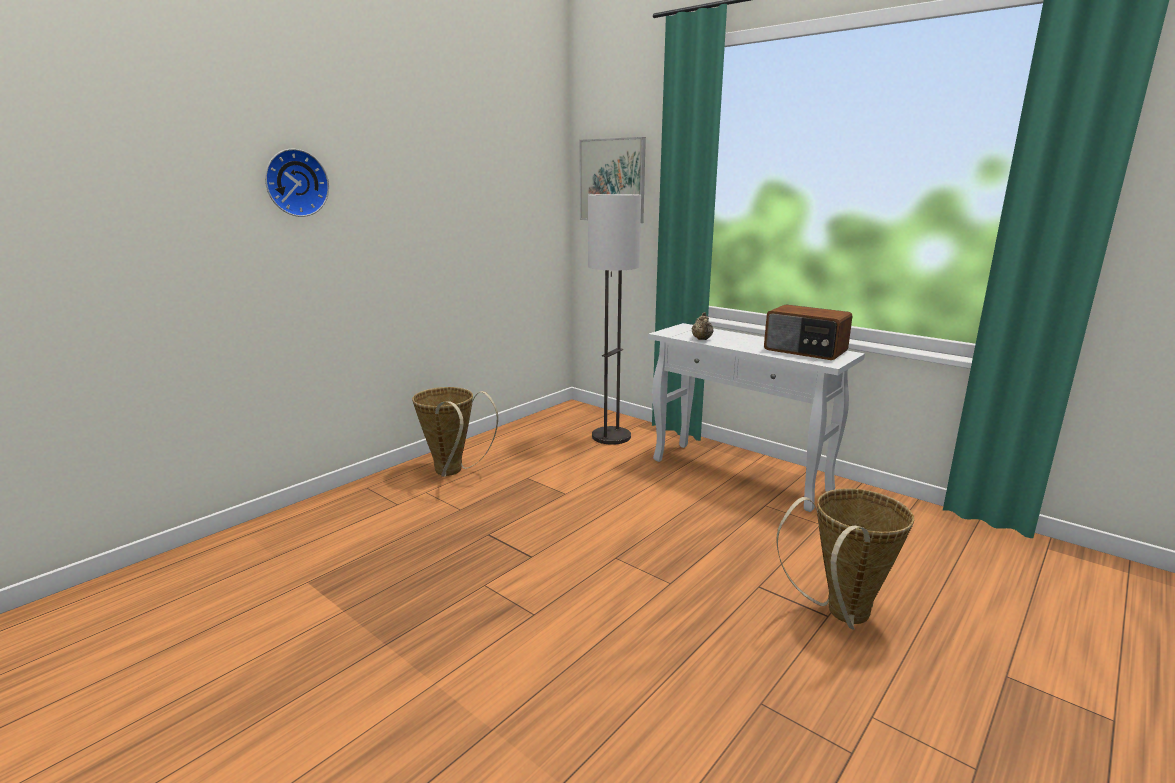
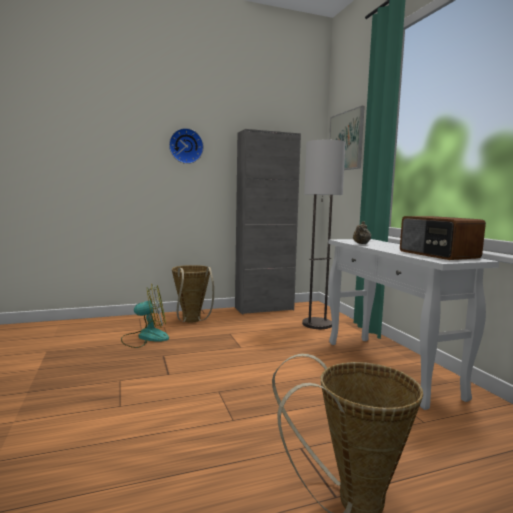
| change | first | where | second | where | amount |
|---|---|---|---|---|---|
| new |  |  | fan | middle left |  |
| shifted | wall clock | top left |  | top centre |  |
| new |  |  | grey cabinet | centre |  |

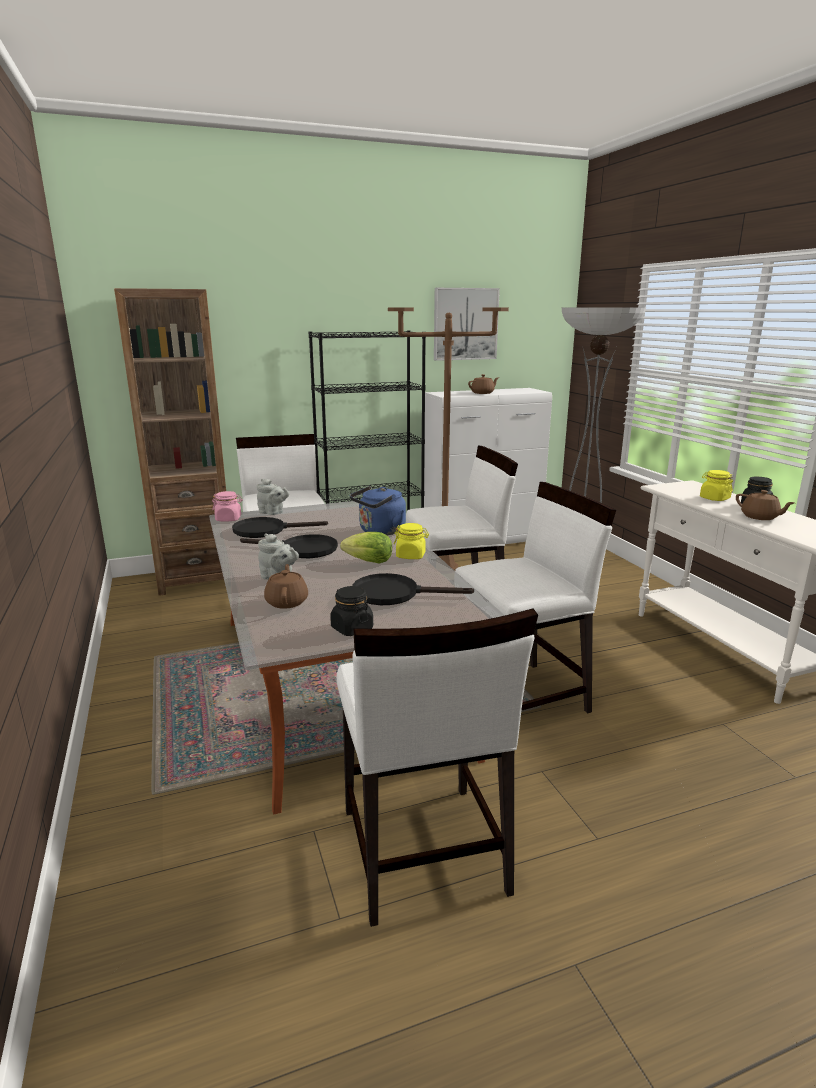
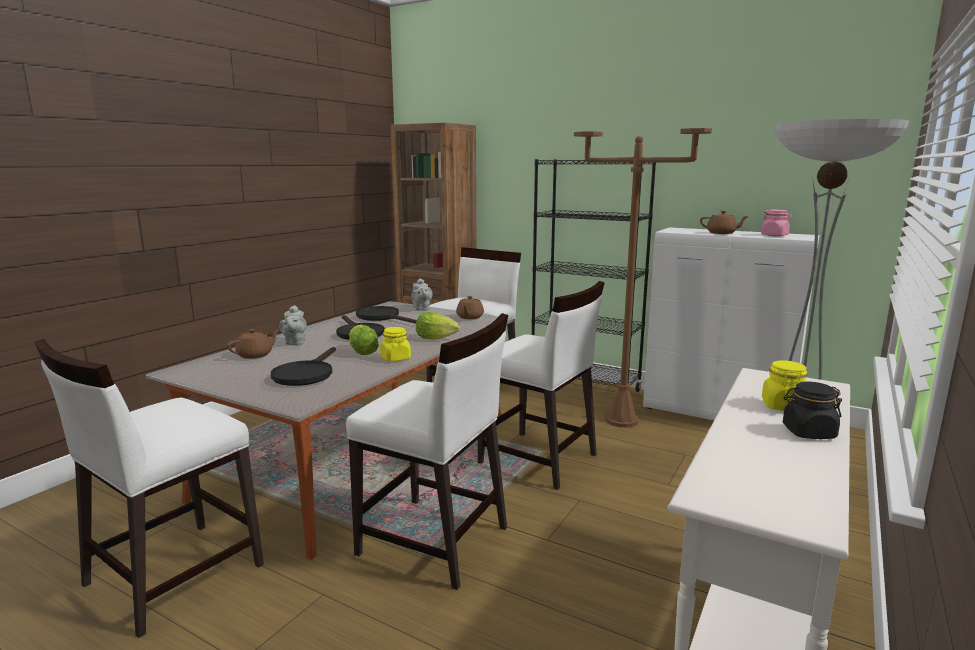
| change | first | where | second | where | amount |
|---|---|---|---|---|---|
| rotated | black frying pan (no. 3 from left in the first image) | centre | black frying pan (no. 1 from left) | middle left | 135 degrees counterclockwise |
| swapped | blue kettle | centre | lettuce (no. 2 from left) | centre |  |
| shifted | brown teapot (no. 3 from left in the first image) | middle right | brown teapot (no. 2 from left) | centre |  |
| shifted | pink jar | middle left |  | middle right |  |
| gone | black jar (no. 1 from left) | centre |  |  |  |
| gone | picture | top centre |  |  |  |

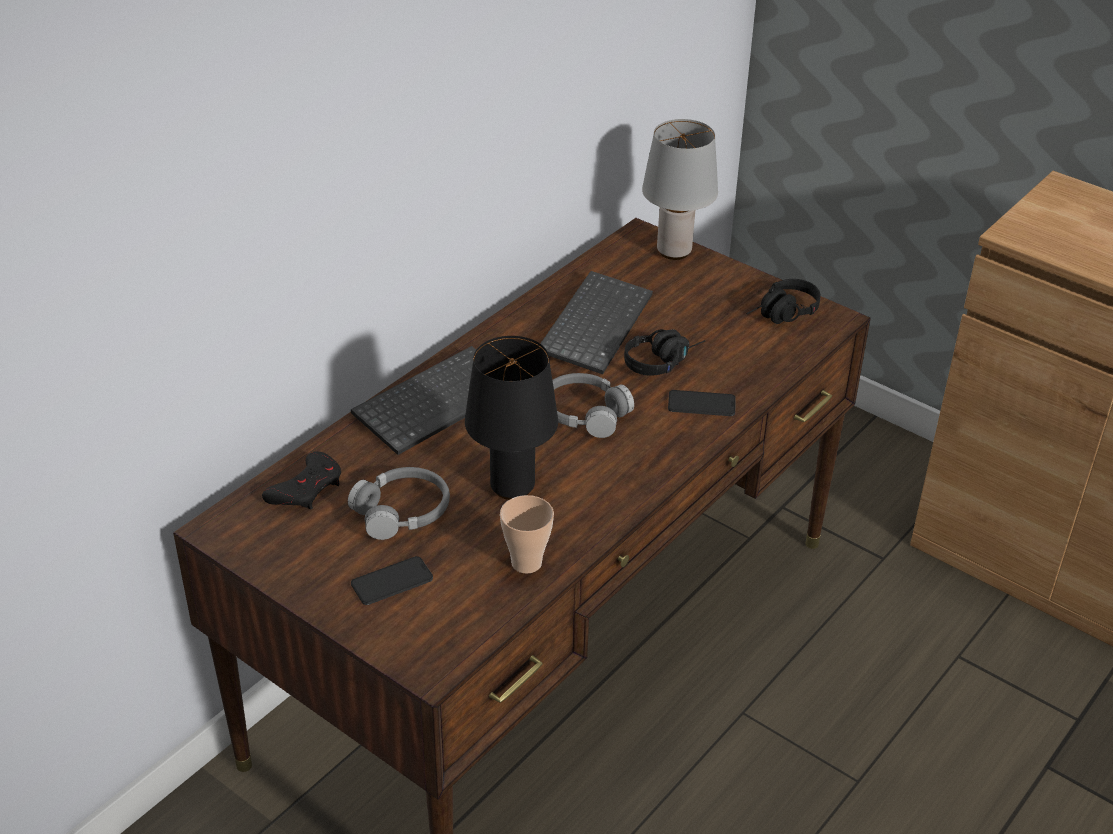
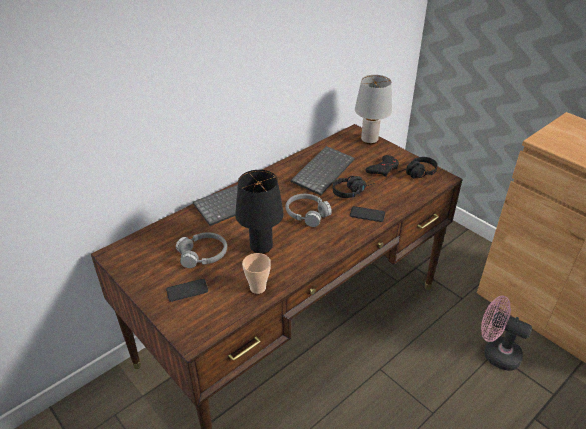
| change | first | where | second | where | amount |
|---|---|---|---|---|---|
| shifted | black game controller | middle left |  | centre |  |
| new |  |  | pink fan | bottom right |  |

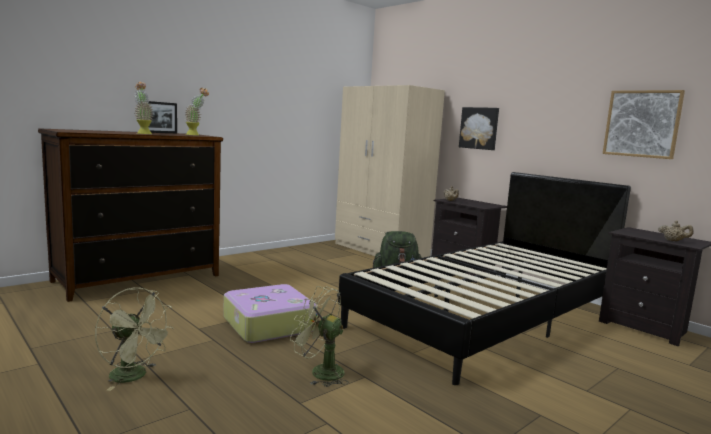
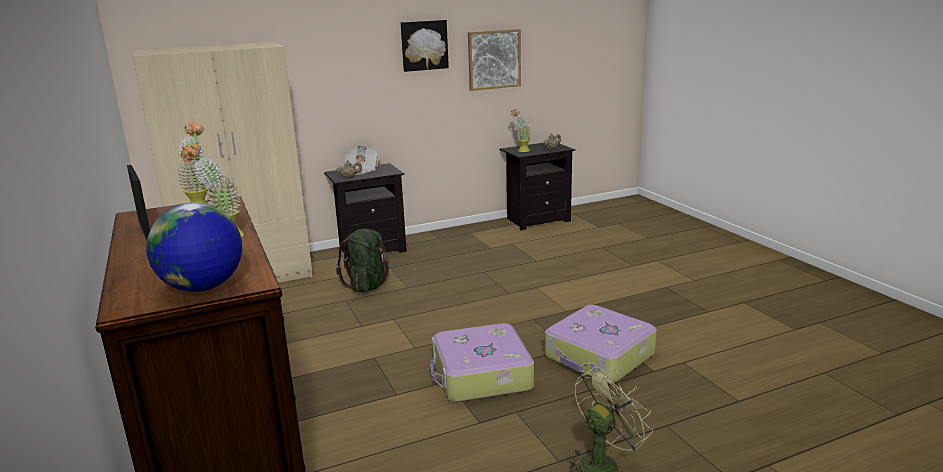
| change | first | where | second | where | amount |
|---|---|---|---|---|---|
| new |  |  | globe | middle left |  |
| new |  |  | newspaper | centre |  |
| shifted | picture (no. 1 from left) | top right |  | top centre |  |
| new |  |  | potted plant (no. 3 from left) | top centre |  |
| swapped | green fan (no. 2 from left) | bottom centre | suitcase (no. 2 from left) | bottom centre |  |
| gone | black bed | middle right |  |  |  |

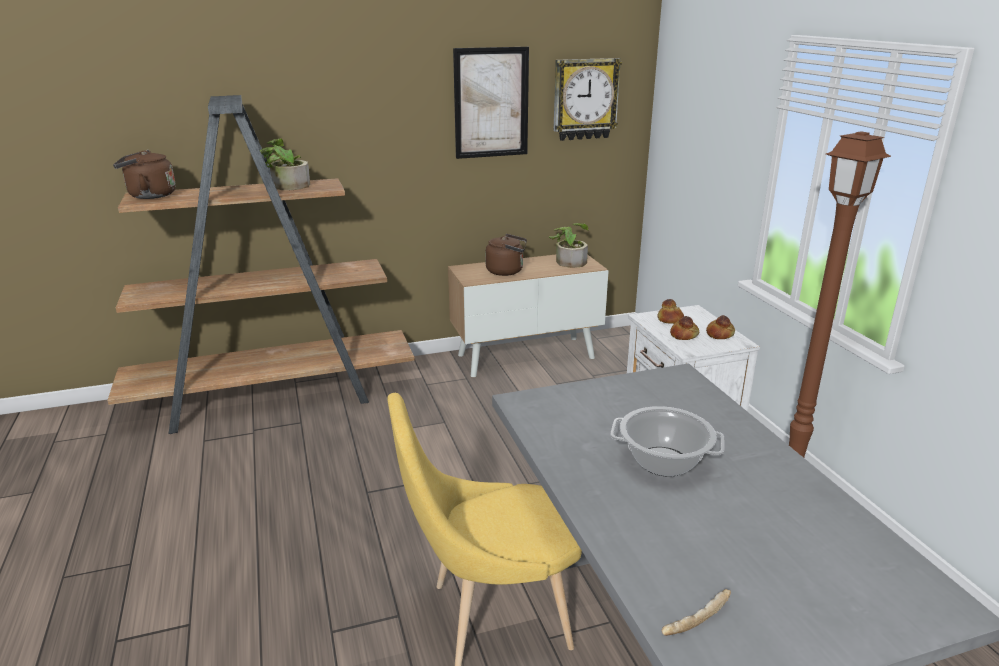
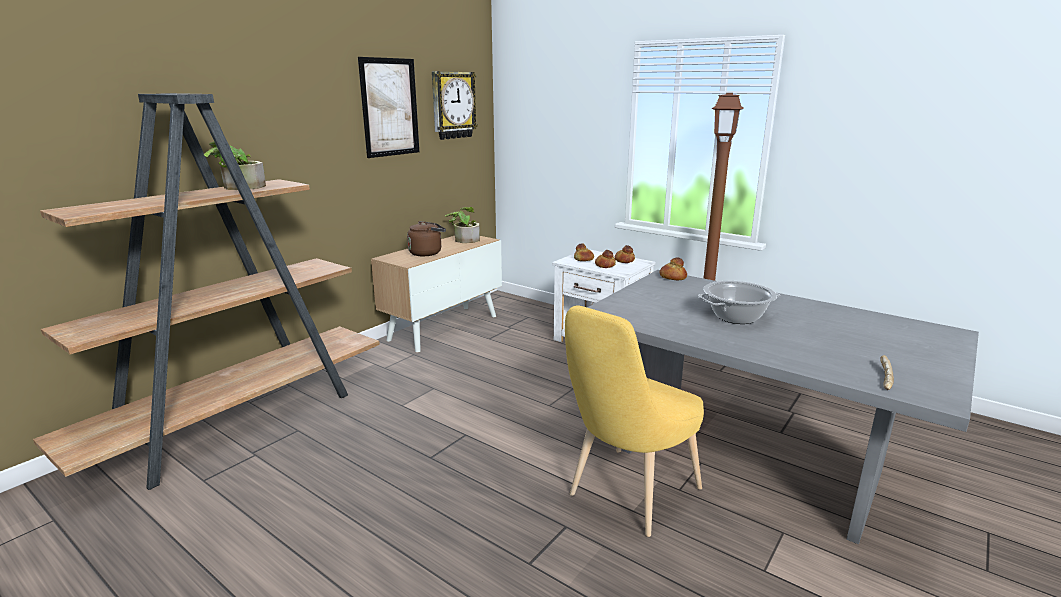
| change | first | where | second | where | amount |
|---|---|---|---|---|---|
| new |  |  | bread (no. 4 from left) | centre |  |
| gone | brown kettle (no. 1 from left) | top left |  |  |  |

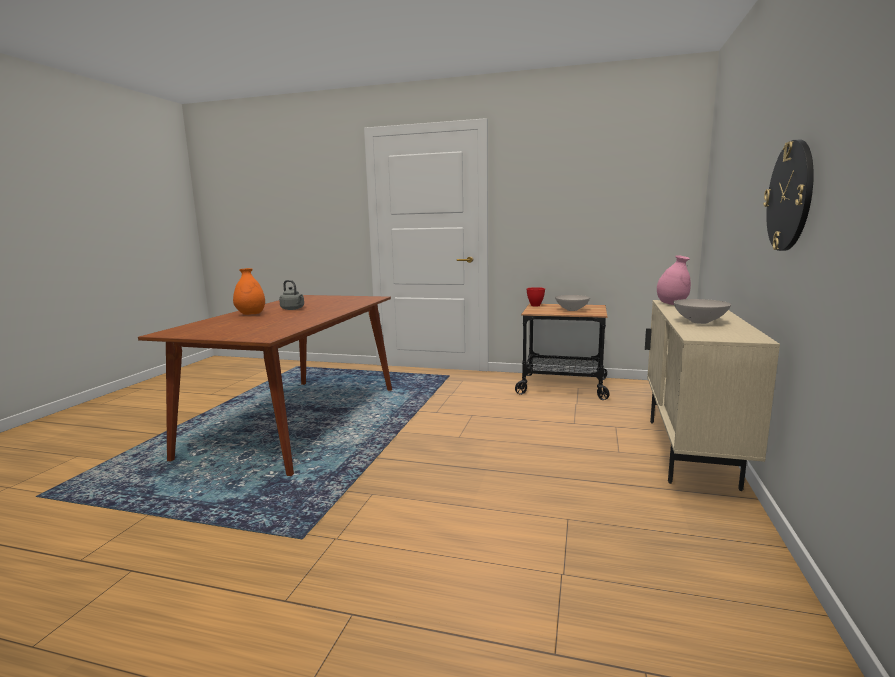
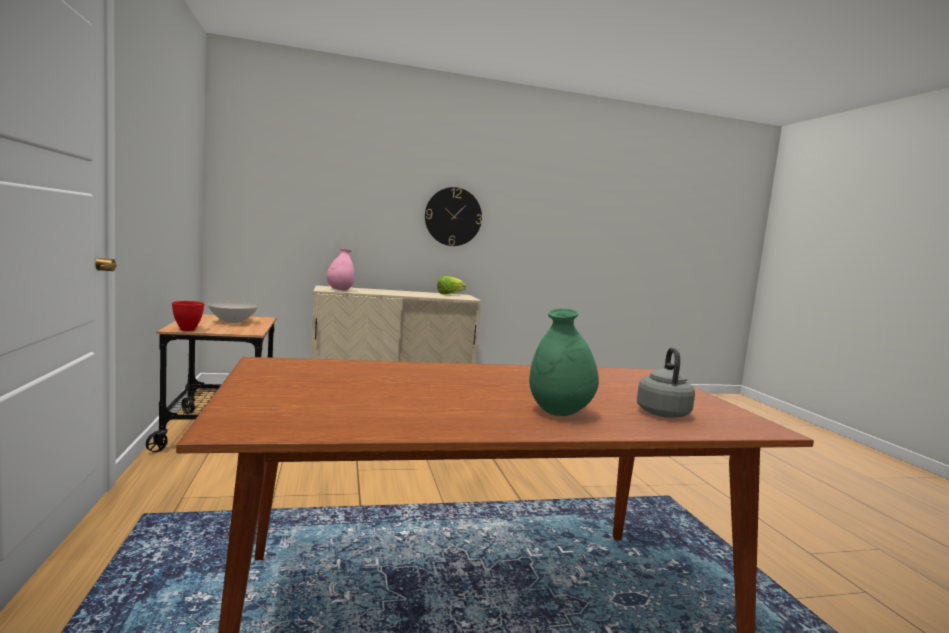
| change | first | where | second | where | amount |
|---|---|---|---|---|---|
| new |  |  | lettuce | centre |  |
| repainted | orange vase | middle left | green vase | centre |  |
| shifted | grey kettle | middle left |  | middle right |  |
| gone | white bowl (no. 2 from left) | middle right |  |  |  |

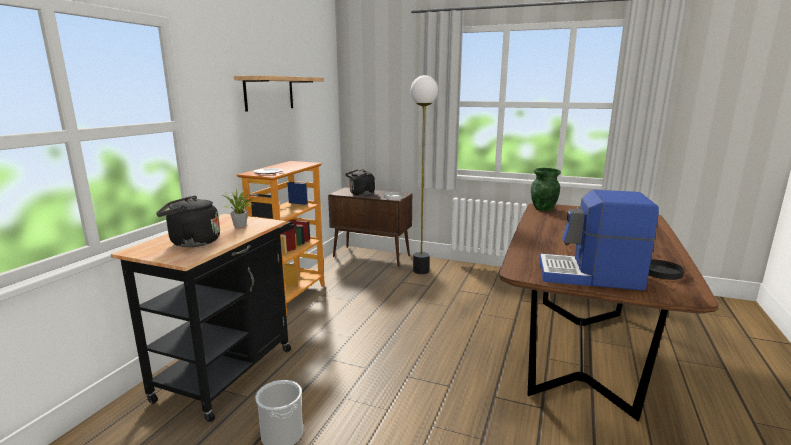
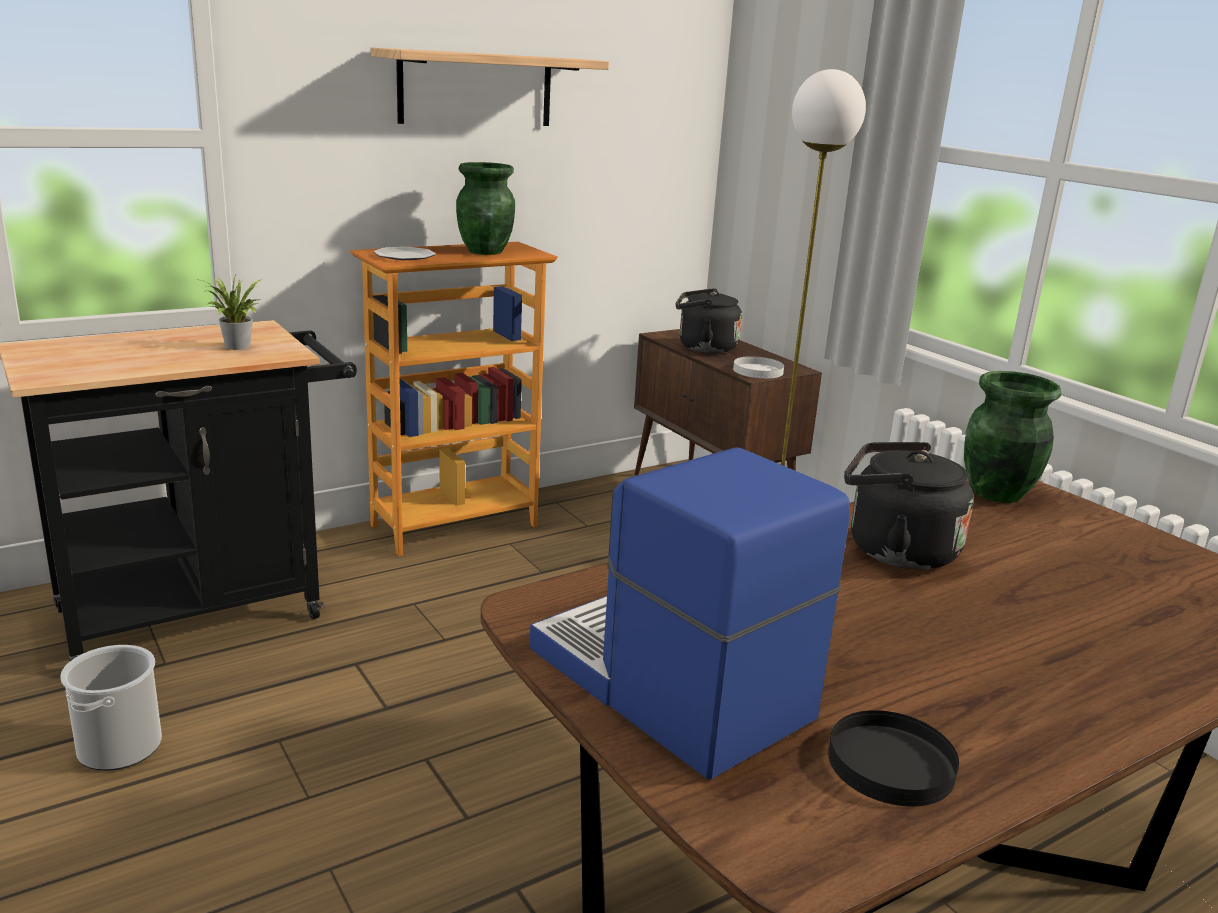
| change | first | where | second | where | amount |
|---|---|---|---|---|---|
| new |  |  | green vase (no. 1 from left) | top centre |  |
| shifted | black kettle (no. 1 from left in the first image) | middle left | black kettle (no. 2 from left) | middle right |  |

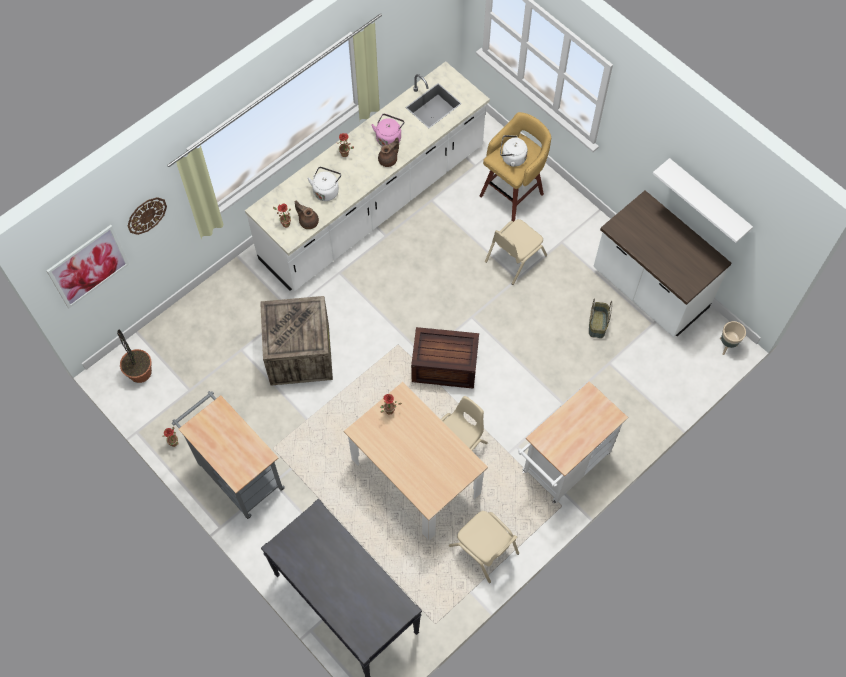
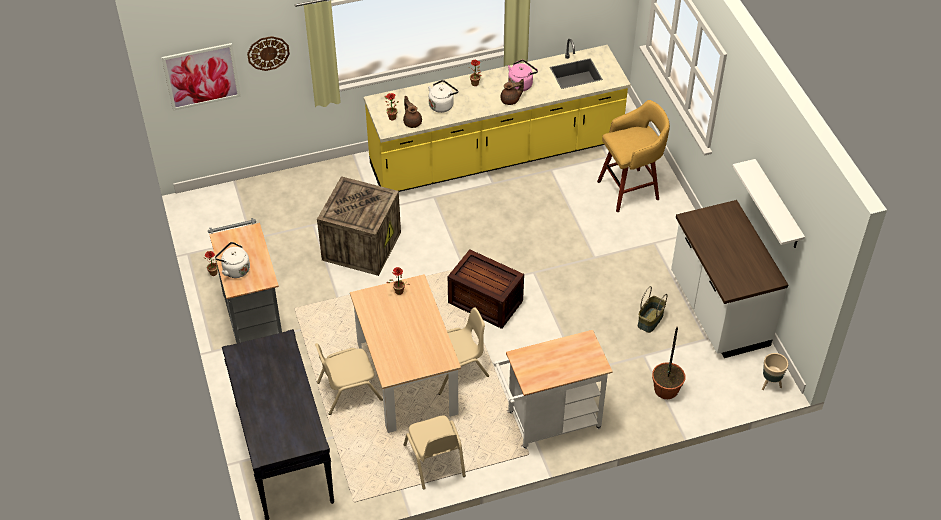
| change | first | where | second | where | amount |
|---|---|---|---|---|---|
| shifted | white kettle (no. 2 from left in the first image) | top centre | white kettle (no. 1 from left) | middle left |  |
| shifted | beige chair (no. 3 from left in the first image) | centre | beige chair (no. 1 from left) | bottom centre |  |
| repainted | white counter (no. 1 from left) | top centre | yellow counter | top centre |  |
| shifted | potted plant (no. 1 from left in the first image) | middle left | potted plant (no. 5 from left) | bottom right |  |

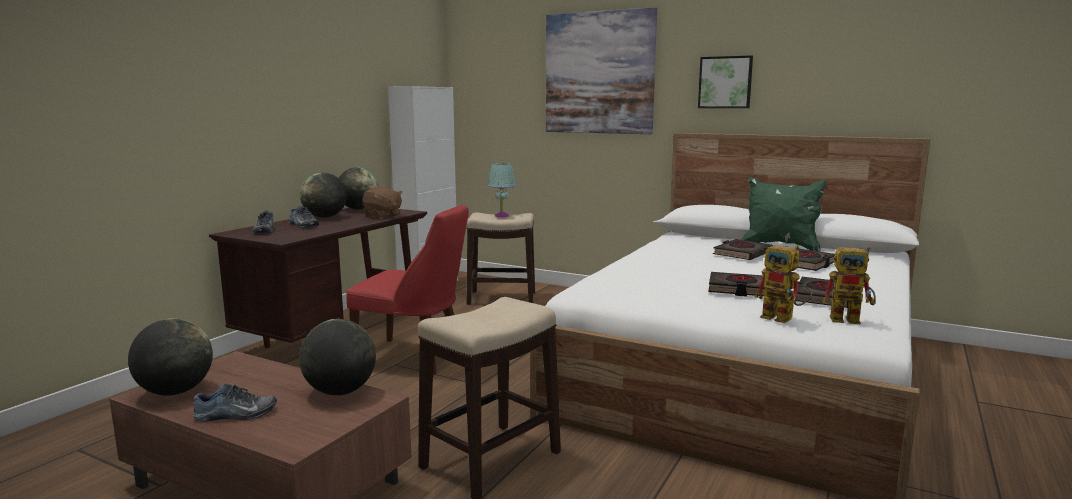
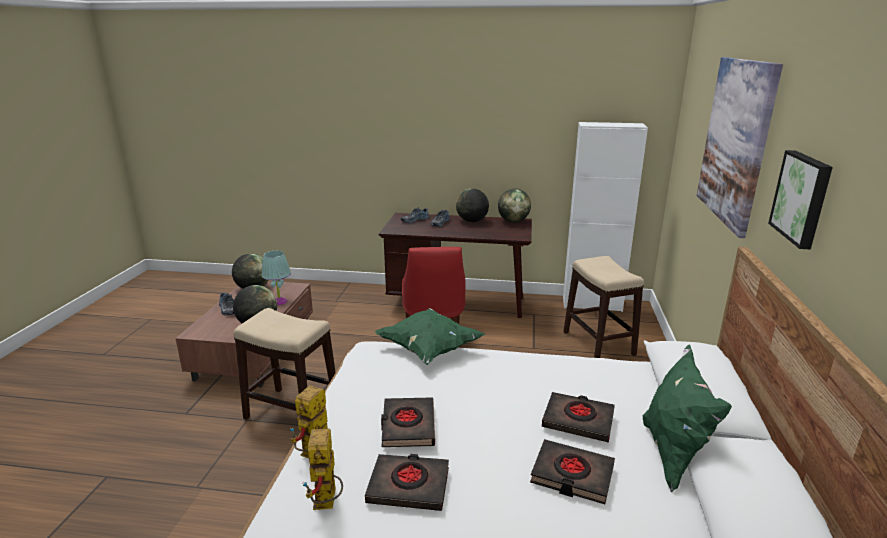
| change | first | where | second | where | amount |
|---|---|---|---|---|---|
| shifted | turquoise table lamp | centre |  | middle left |  |
| new |  |  | green pillow (no. 1 from left) | centre |  |
| gone | brown plush toy | centre |  |  |  |

